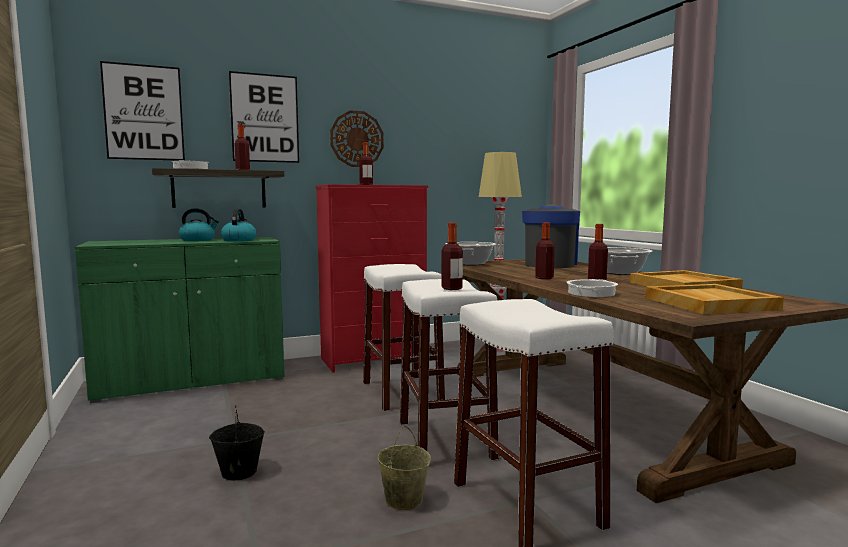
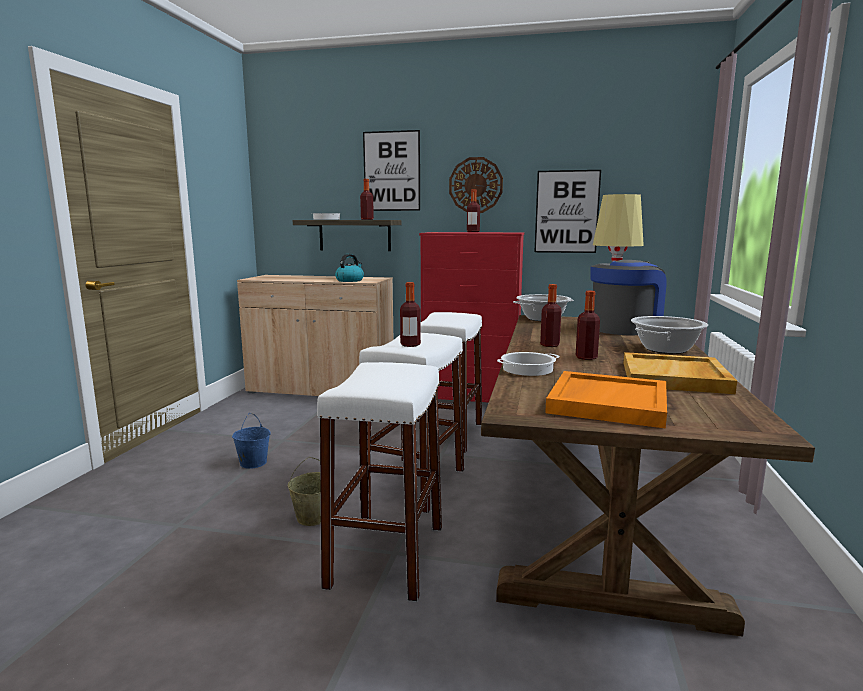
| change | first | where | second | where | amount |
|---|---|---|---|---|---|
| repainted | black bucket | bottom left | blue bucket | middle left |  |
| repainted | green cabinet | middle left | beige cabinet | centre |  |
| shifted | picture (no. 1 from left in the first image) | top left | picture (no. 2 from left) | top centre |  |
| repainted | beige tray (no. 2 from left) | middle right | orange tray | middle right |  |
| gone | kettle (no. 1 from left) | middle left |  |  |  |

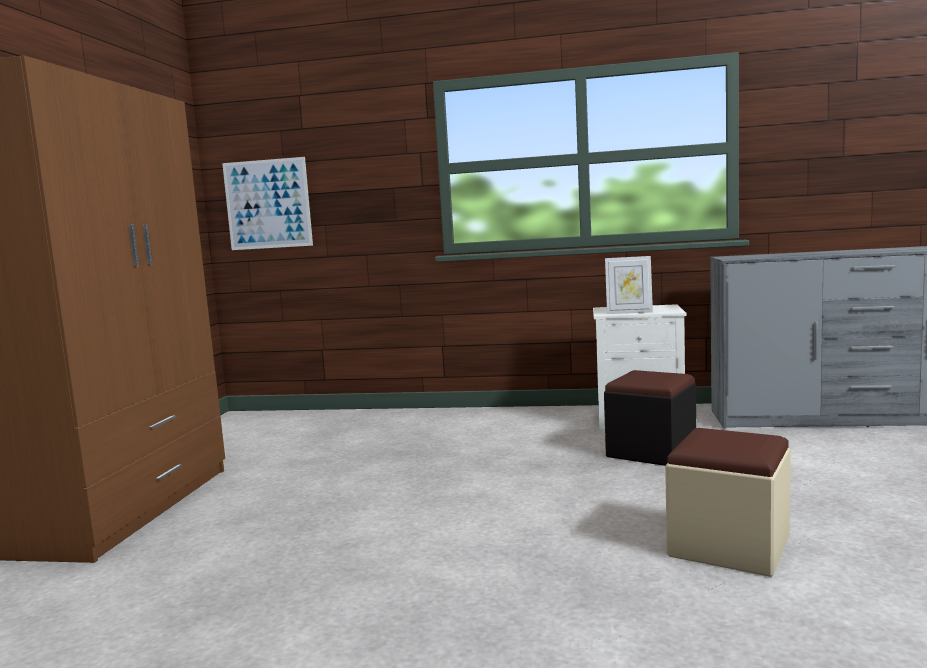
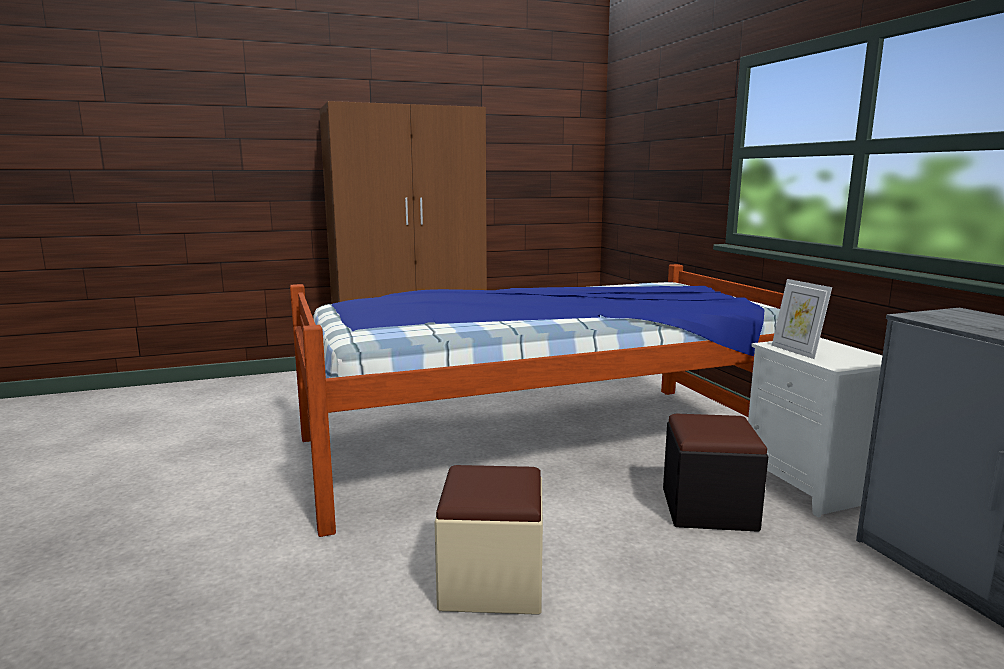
| change | first | where | second | where | amount |
|---|---|---|---|---|---|
| new |  |  | bed | centre |  |
| gone | picture | top left |  |  |  |

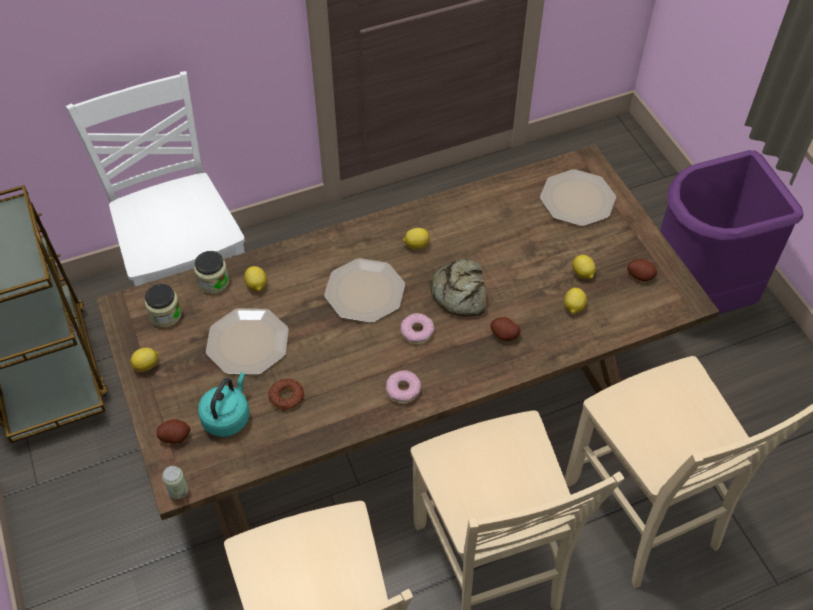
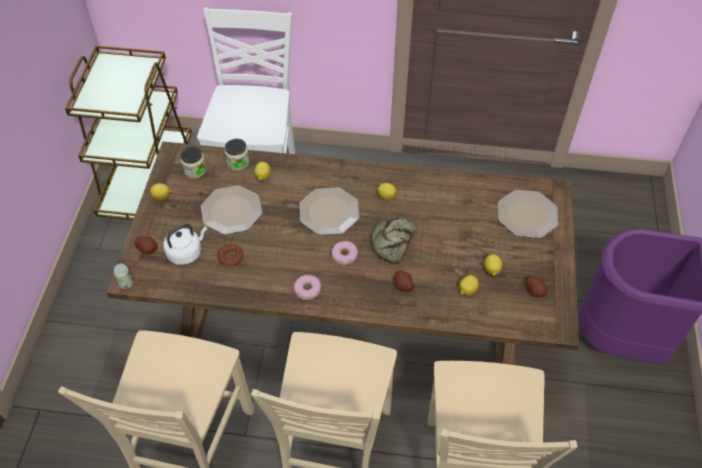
| change | first | where | second | where | amount |
|---|---|---|---|---|---|
| repainted | turquoise kettle | middle left | white kettle | middle left |  |

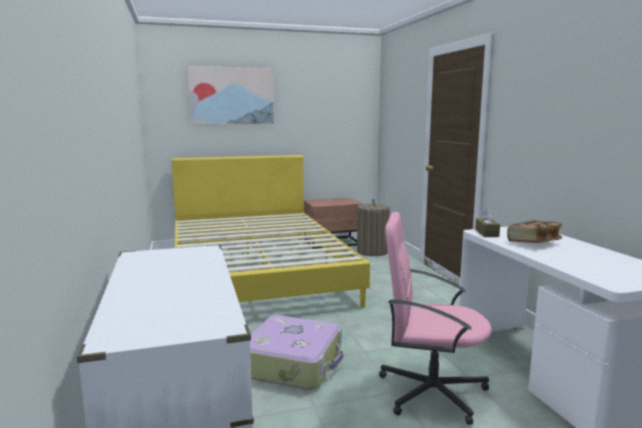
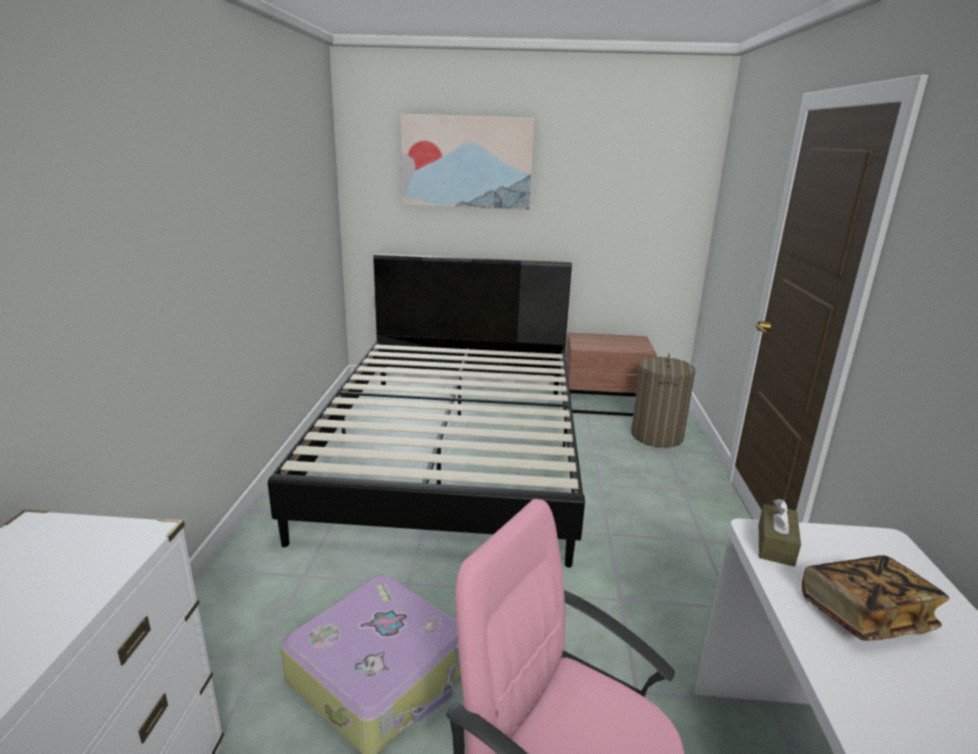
| change | first | where | second | where | amount |
|---|---|---|---|---|---|
| repainted | yellow bed | centre | black bed | centre |  |

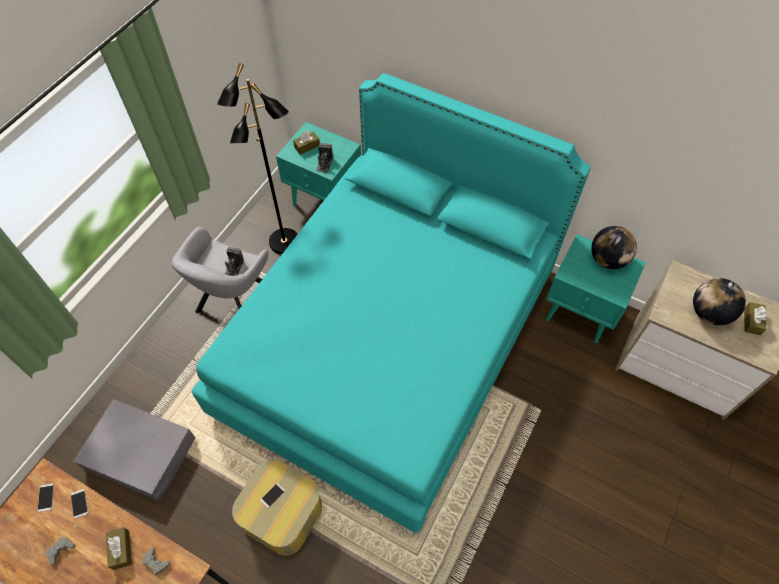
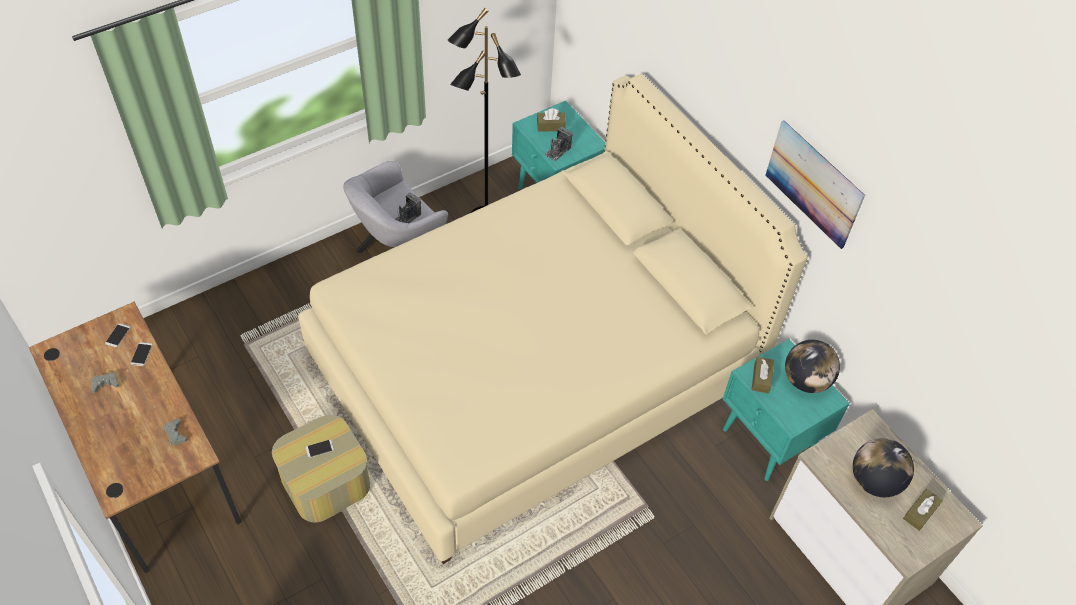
| change | first | where | second | where | amount |
|---|---|---|---|---|---|
| repainted | turquoise bed | centre | beige bed | centre |  |
| shifted | brown tissue box (no. 1 from left in the first image) | bottom left | brown tissue box (no. 2 from left) | middle right |  |
| new |  |  | picture | top right |  |
| gone | grey storage box | bottom left |  |  |  |

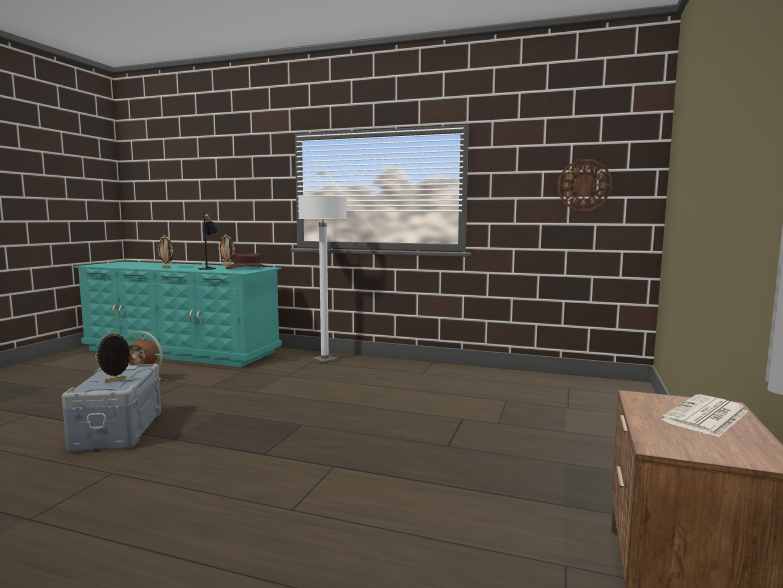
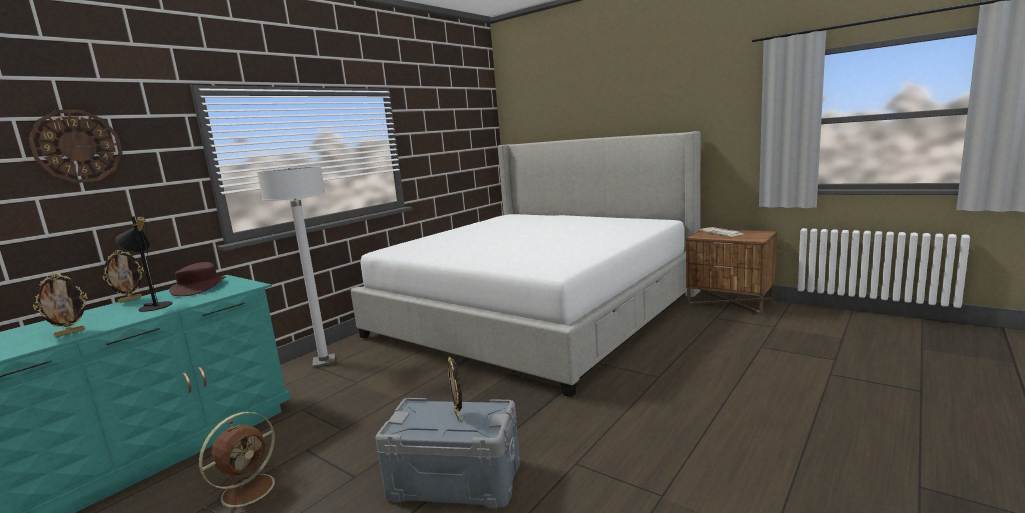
| change | first | where | second | where | amount |
|---|---|---|---|---|---|
| shifted | wall clock | top right |  | top left |  |
| new |  |  | bed | centre |  |

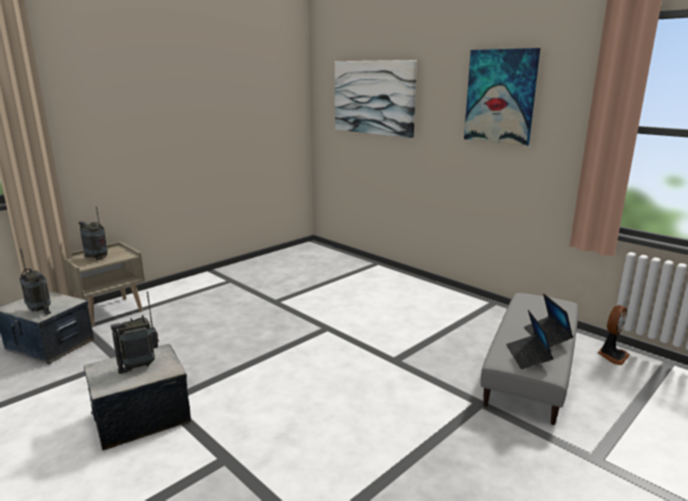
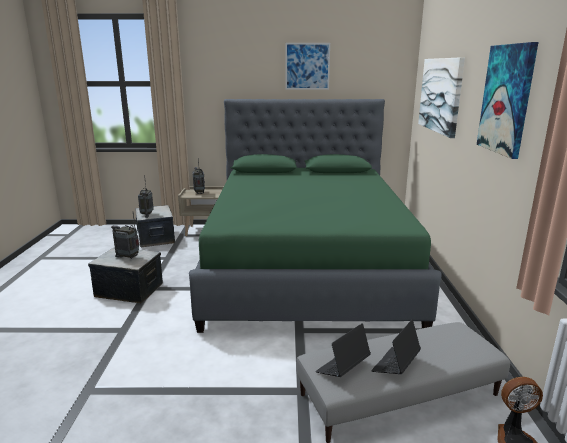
| change | first | where | second | where | amount |
|---|---|---|---|---|---|
| new |  |  | green bed | centre |  |
| new |  |  | picture (no. 1 from left) | top centre |  |

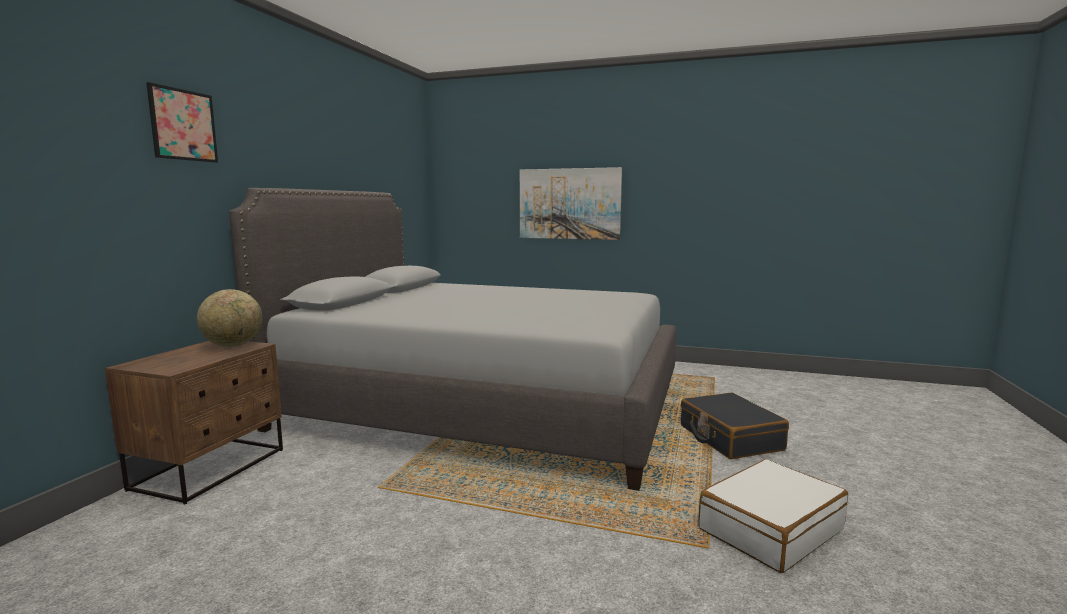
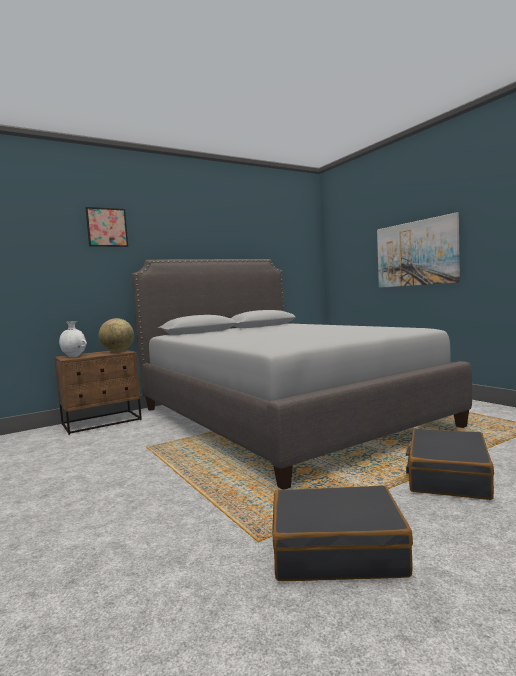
| change | first | where | second | where | amount |
|---|---|---|---|---|---|
| new |  |  | white vase | middle left |  |
| repainted | white suitcase | bottom right | black suitcase (no. 1 from left) | bottom centre |  |

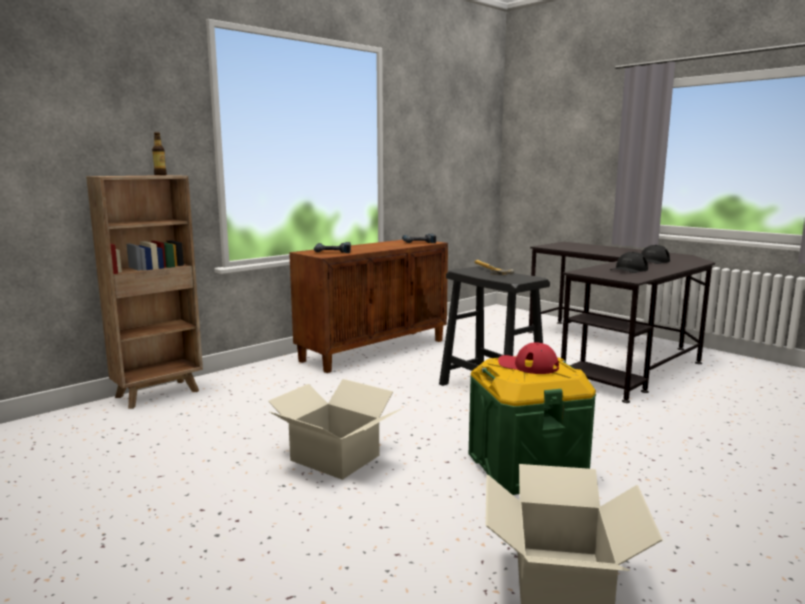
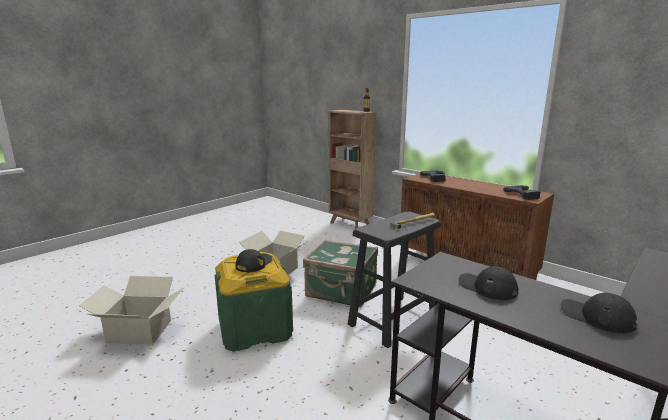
| change | first | where | second | where | amount |
|---|---|---|---|---|---|
| repainted | red cap | centre | black cap (no. 1 from left) | centre |  |
| new |  |  | green suitcase | centre |  |

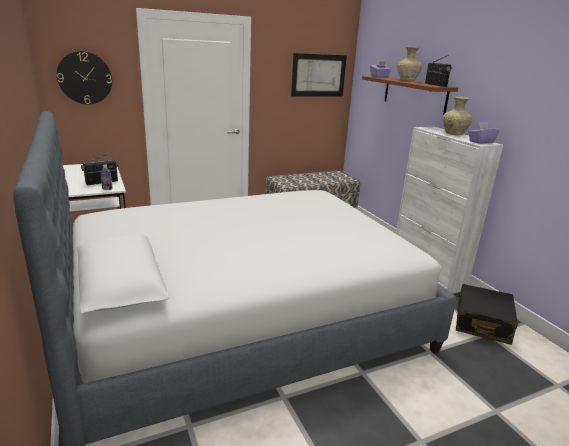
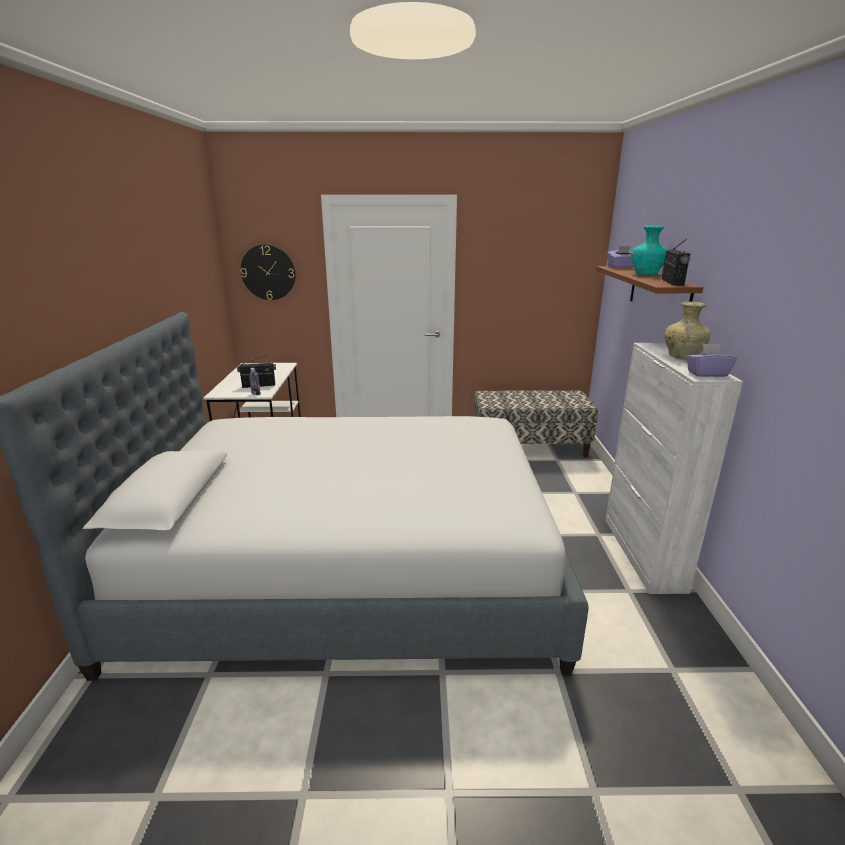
| change | first | where | second | where | amount |
|---|---|---|---|---|---|
| repainted | beige vase (no. 1 from left) | top right | turquoise vase | top right |  |
| gone | picture | top centre |  |  |  |
| gone | black suitcase | bottom right |  |  |  |

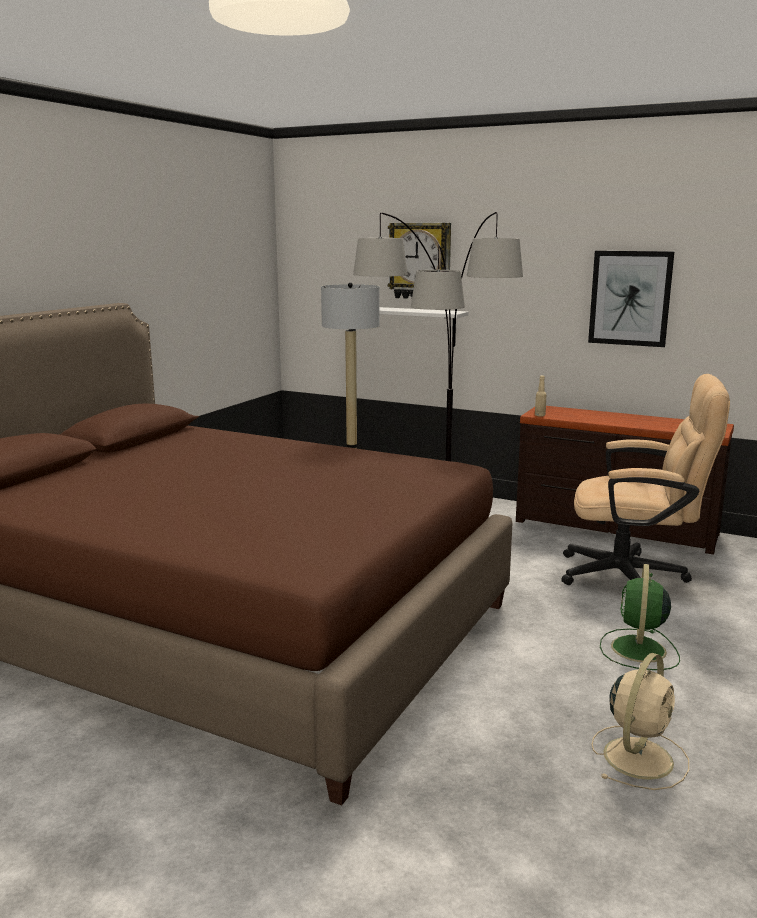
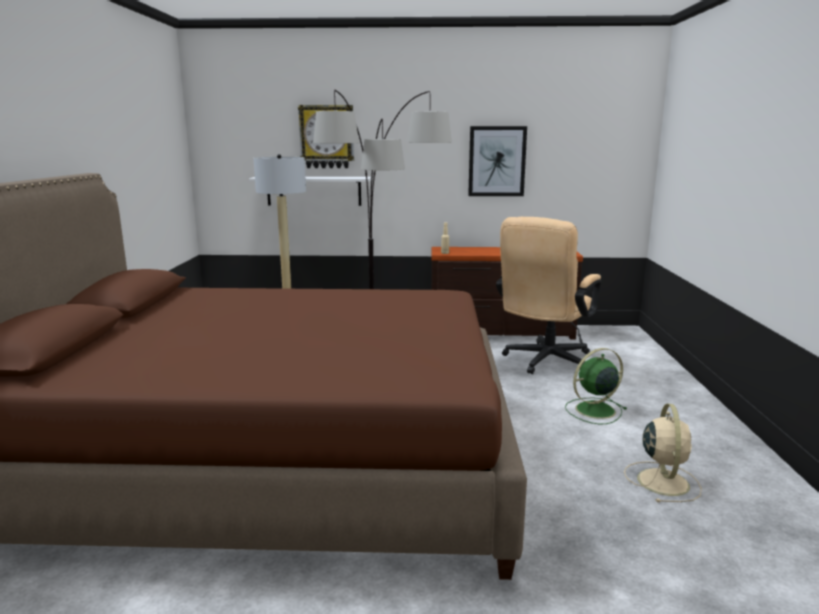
| change | first | where | second | where | amount |
|---|---|---|---|---|---|
| rotated | beige office chair | middle right |  | middle right | 135 degrees clockwise |
| rotated | green fan | bottom right |  | middle right | 75 degrees clockwise |

